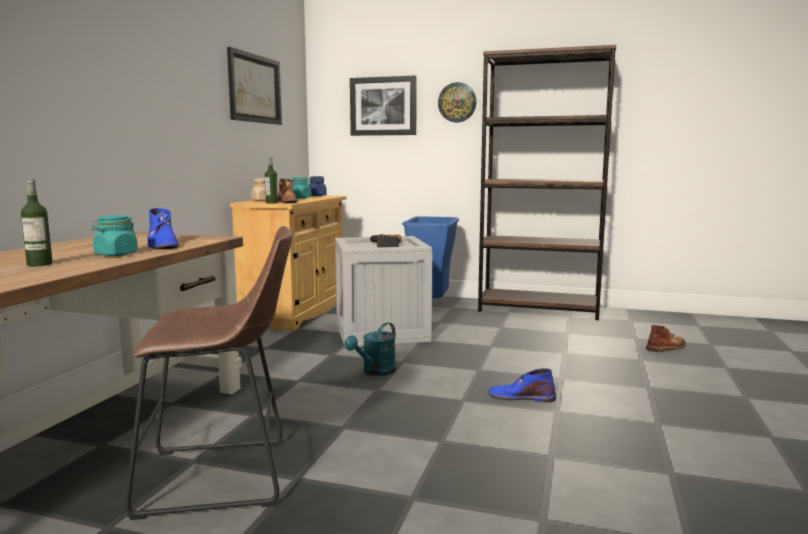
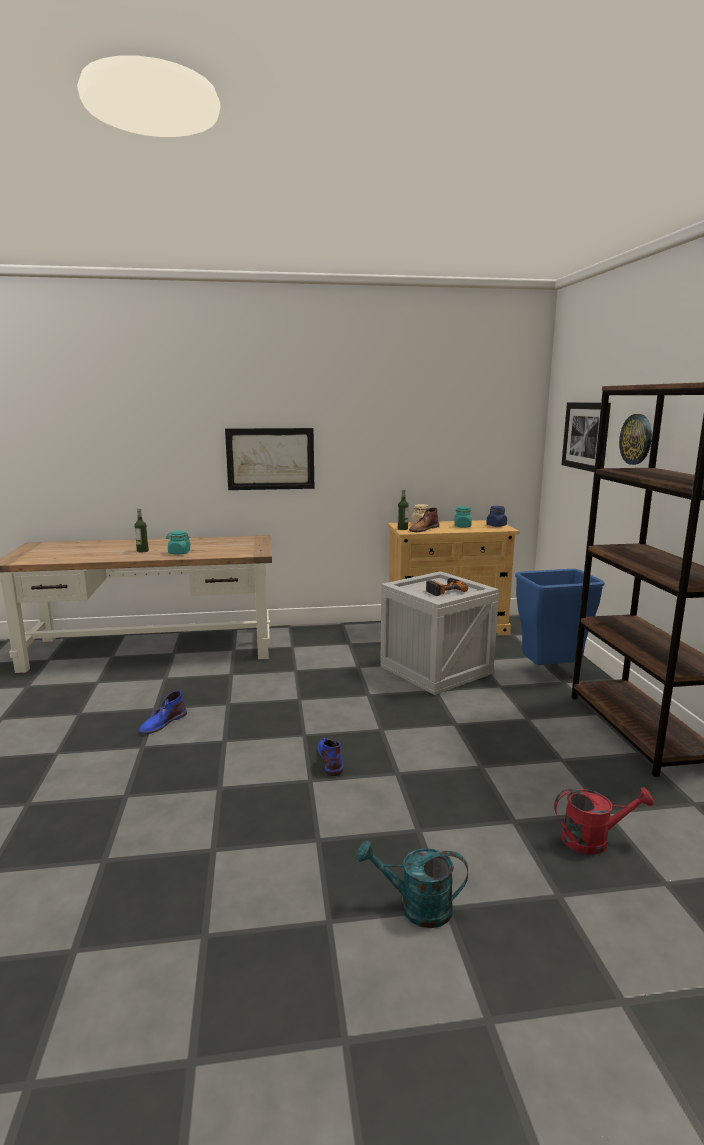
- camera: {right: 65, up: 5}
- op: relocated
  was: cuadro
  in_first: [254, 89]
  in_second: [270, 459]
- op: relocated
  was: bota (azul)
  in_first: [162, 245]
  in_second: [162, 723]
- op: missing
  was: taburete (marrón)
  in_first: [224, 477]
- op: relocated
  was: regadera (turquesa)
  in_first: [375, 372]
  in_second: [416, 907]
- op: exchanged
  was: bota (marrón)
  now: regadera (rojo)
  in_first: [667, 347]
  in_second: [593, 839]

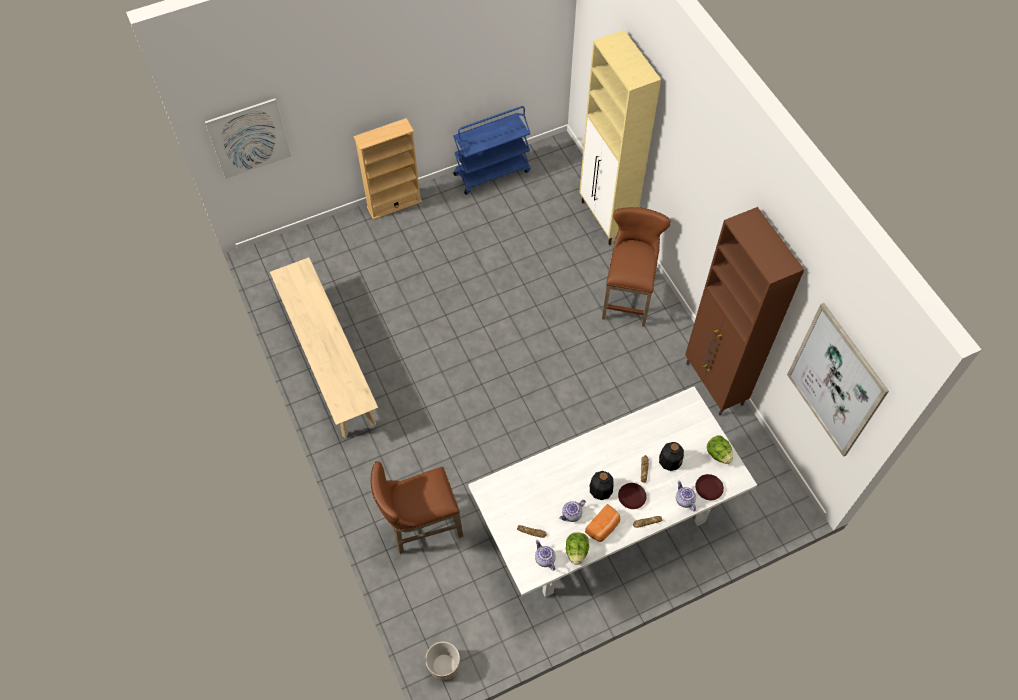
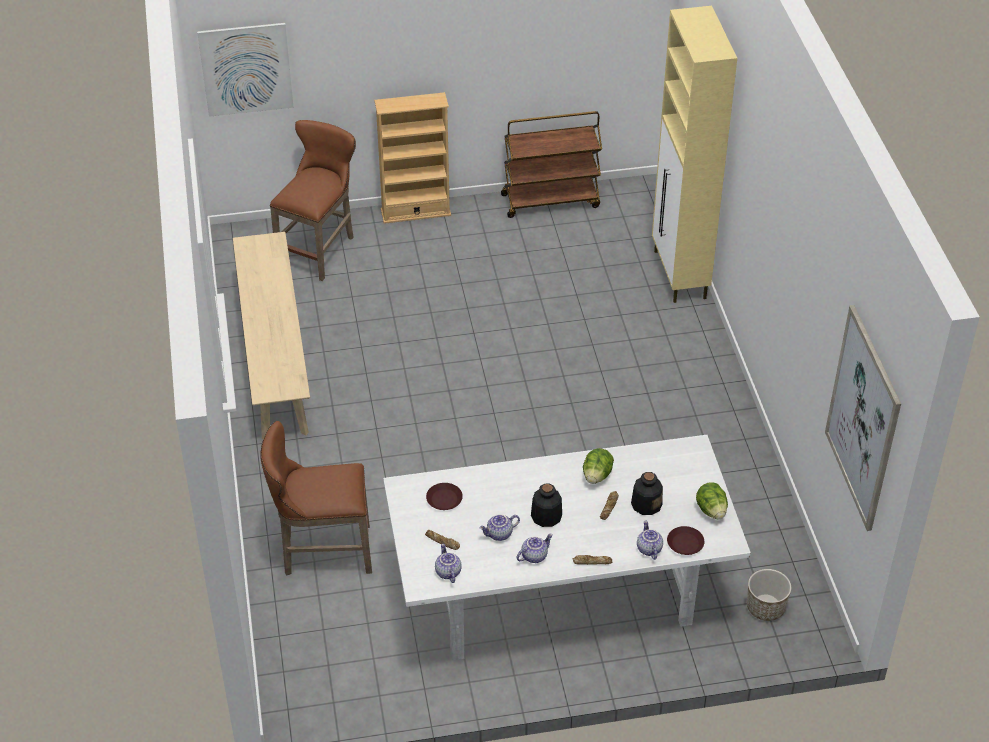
- camera: {right: 15, up: -15}
- op: colour
  was: carrito (azul)
  now: carrito (marrón)
  in_first: [492, 172]
  in_second: [551, 200]
- op: relocated
  was: taburete (marrón)
  in_first: [628, 296]
  in_second: [320, 249]
- op: missing
  was: armario (marrón)
  in_first: [714, 385]
- op: relocated
  was: plato (marrón)
  in_first: [632, 497]
  in_second: [444, 499]
- op: exchanged
  was: pan
  now: tetera
  in_first: [603, 527]
  in_second: [534, 556]
- op: relocated
  was: lechuga
  in_first: [576, 551]
  in_second: [597, 475]
- op: relocated
  was: maceta
  in_first: [444, 666]
  in_second: [765, 608]

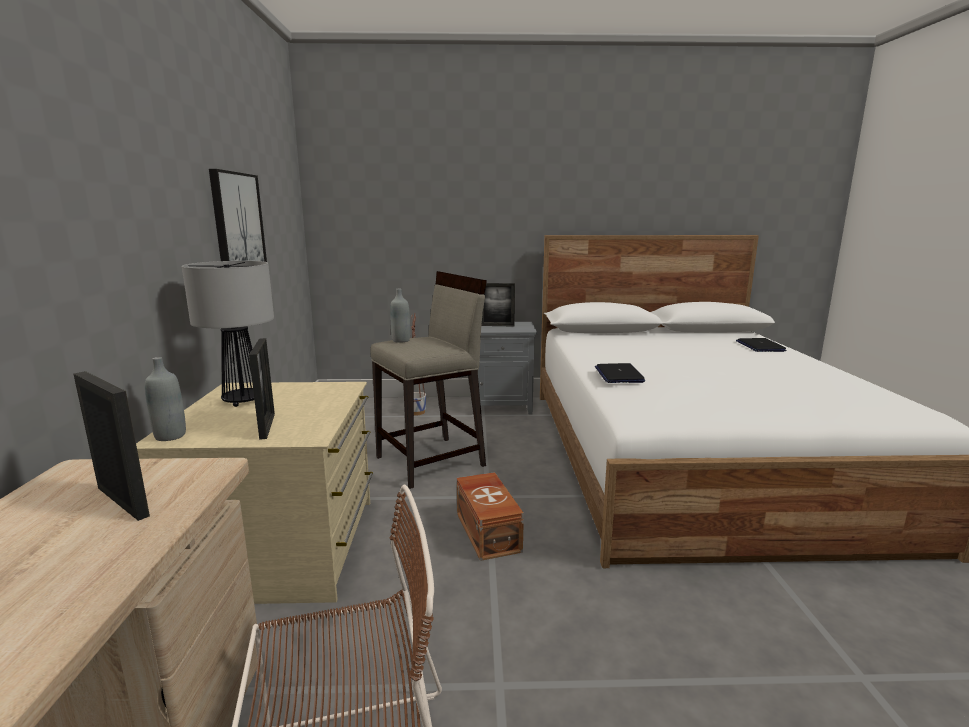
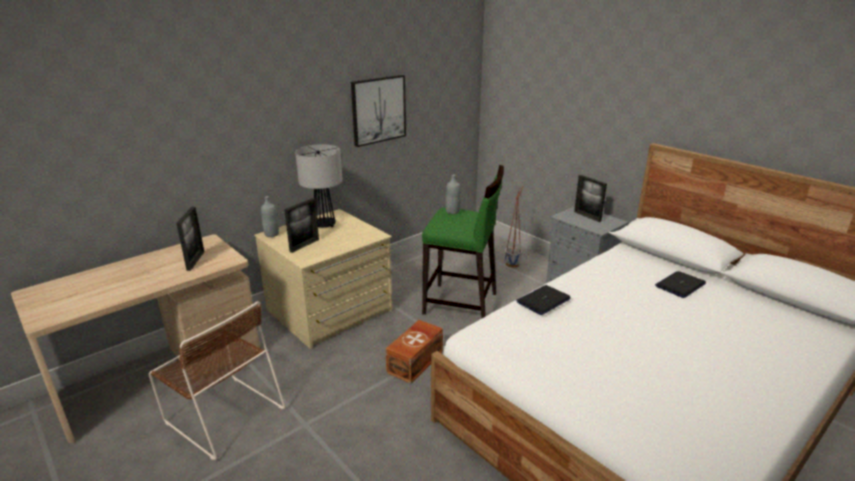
- camera: {right: 50, up: 10}
- op: colour
  was: taburete (beis)
  now: taburete (verde)
  in_first: [432, 461]
  in_second: [461, 304]
- op: relocated
  was: portátil
  in_first: [760, 346]
  in_second: [680, 285]

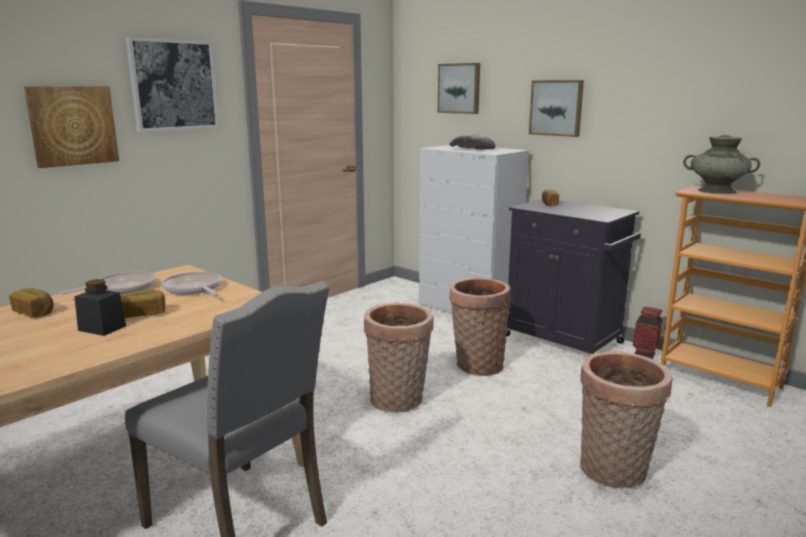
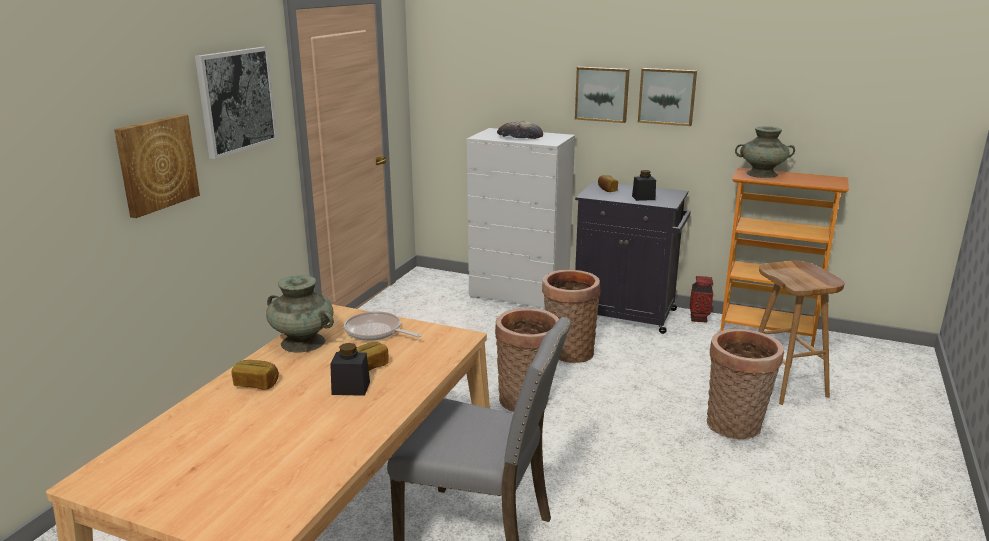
- camera: {right: -20, up: 5}
- op: relocated
  was: cuadro
  in_first: [460, 88]
  in_second: [667, 96]
- op: exchanged
  was: sartén
  now: florero (turquesa)
  in_first: [121, 289]
  in_second: [302, 342]
- op: appeared
  now: tarro (negro)
  in_second: [643, 198]
- op: appeared
  now: taburete (marrón)
  in_second: [786, 385]

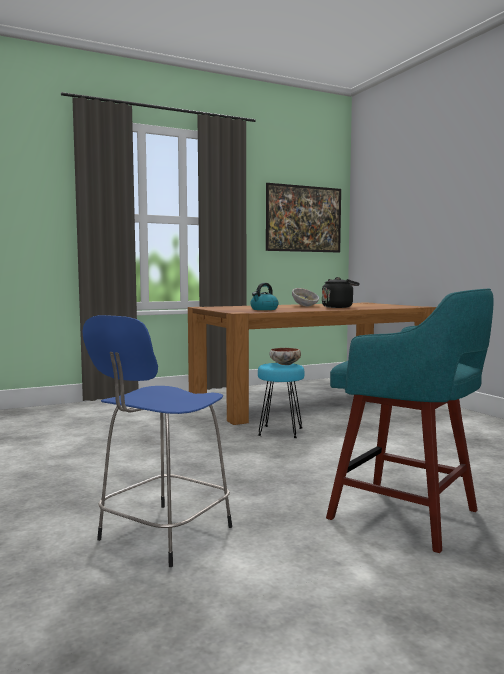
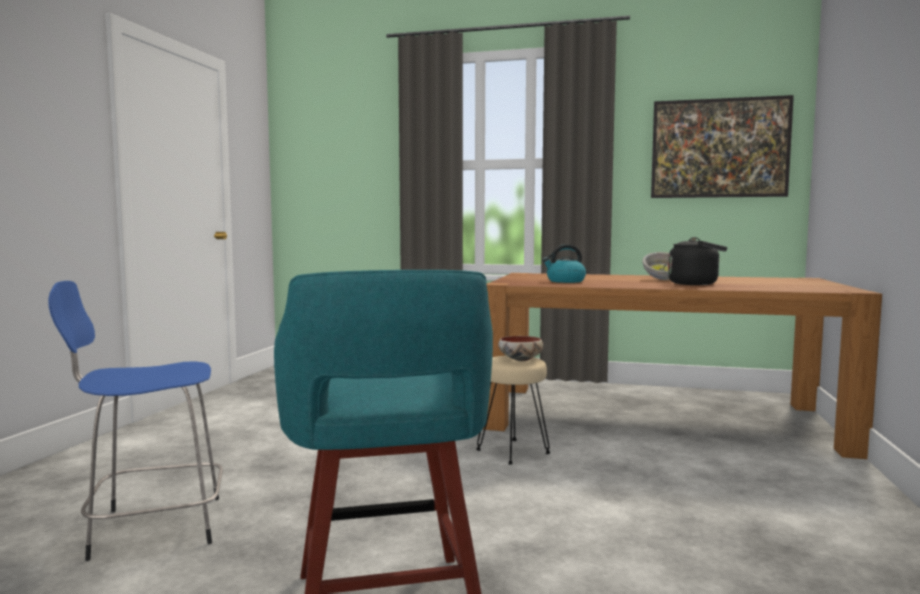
- camera: {right: 40, up: 0}
- op: colour
  was: taburete (turquesa)
  now: taburete (beis)
  in_first: [280, 432]
  in_second: [513, 451]

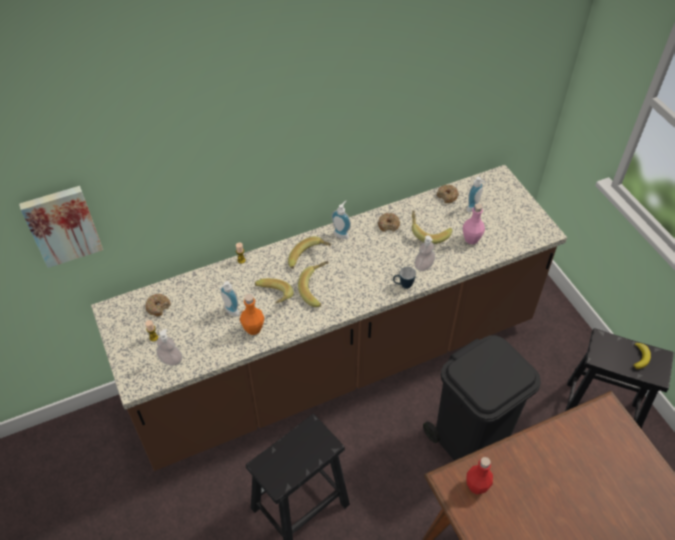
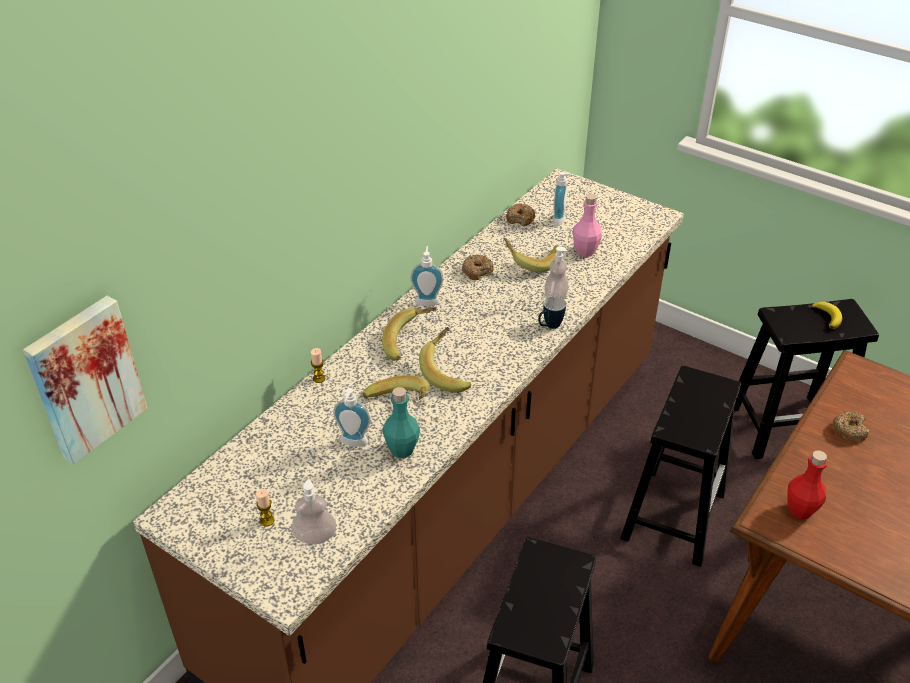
- camera: {right: -30, up: -10}
- op: relocated
  was: rosquilla
  in_first: [158, 307]
  in_second: [849, 430]
- op: colour
  was: botella (naranja)
  now: botella (turquesa)
  in_first: [253, 329]
  in_second: [402, 450]
- op: exchanged
  was: papelera (negro)
  now: taburete (negro)
  in_first: [471, 436]
  in_second: [673, 514]

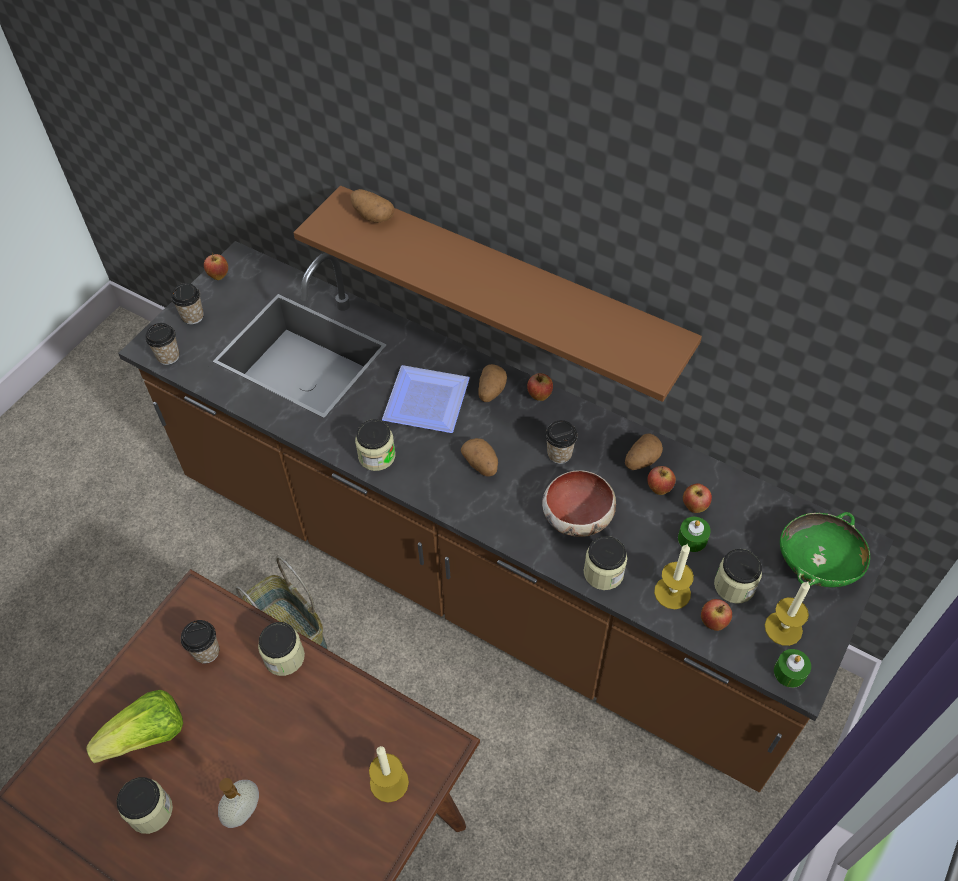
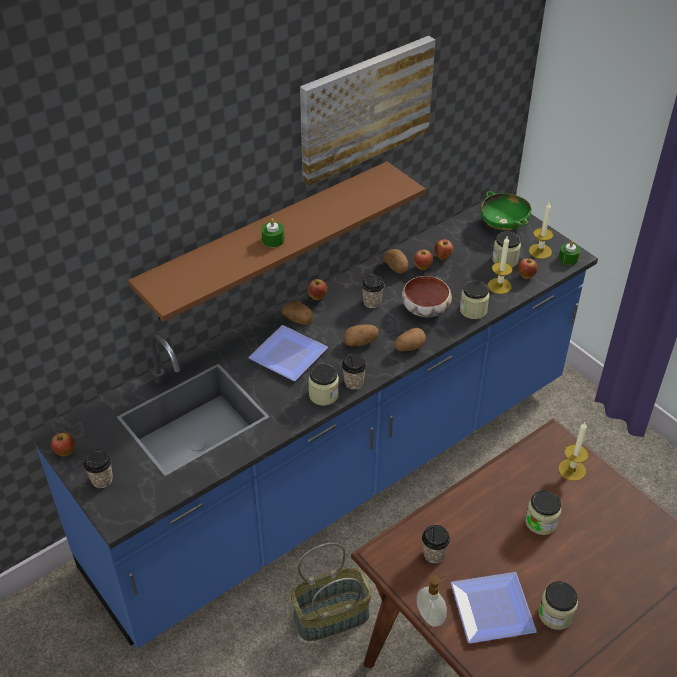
- camera: {right: -70, up: -10}
- op: relocated
  was: patata
  in_first: [372, 216]
  in_second: [409, 347]
- op: colour
  was: mueble bajo de cocina (marrón)
  now: mueble bajo de cocina (azul)
  in_first: [481, 576]
  in_second: [338, 473]
- op: relocated
  was: taza
  in_first: [168, 356]
  in_second: [353, 382]
- op: relocated
  was: vela (verde)
  in_first: [692, 539]
  in_second: [273, 240]
- op: relocated
  was: tarro
  in_first: [284, 657]
  in_second: [541, 522]
- op: exchanged
  was: lechuga
  now: plato
  in_first: [147, 736]
  in_second: [493, 607]
- op: relocated
  was: dispensador de jabón
  in_first: [245, 812]
  in_second: [431, 616]
- op: appeared
  now: cuadro
  in_second: [365, 108]

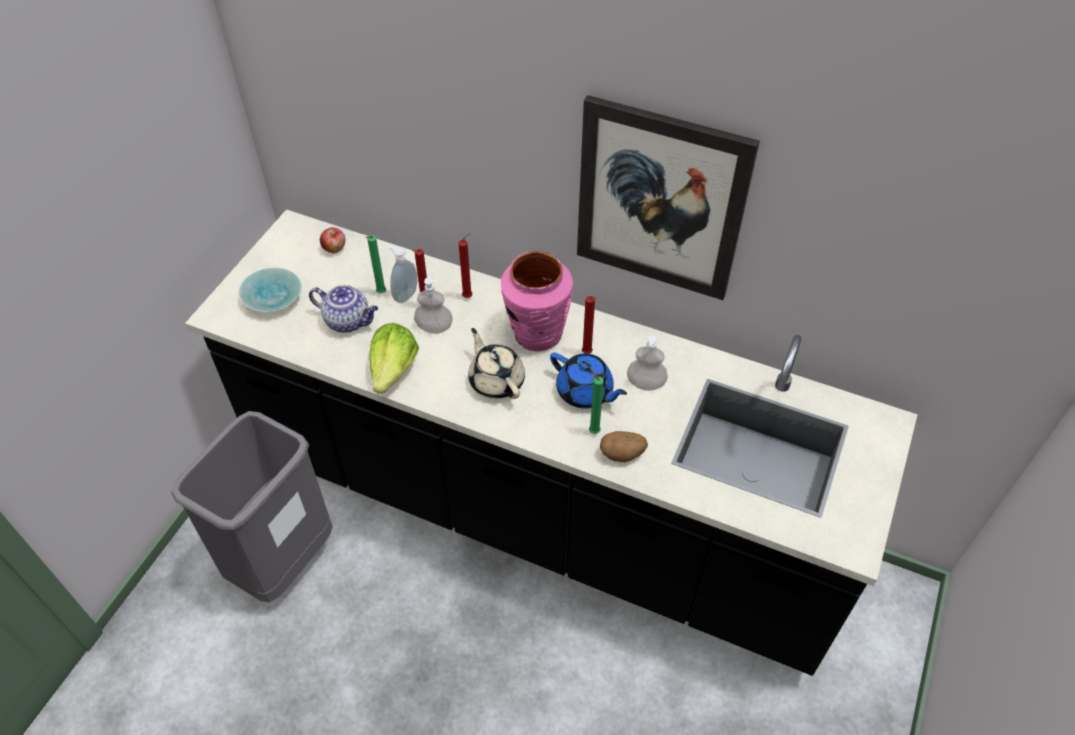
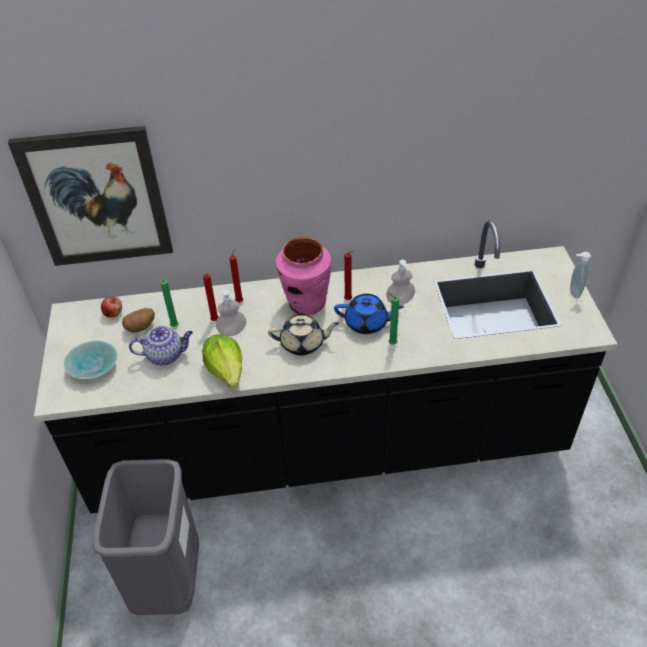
- camera: {right: -30, up: -5}
- op: relocated
  was: cuadro
  in_first: [660, 200]
  in_second: [97, 198]
- op: relocated
  was: dispensador de jabón
  in_first: [404, 295]
  in_second: [573, 292]
- op: spun
  was: tetera (beis)
  in_first: [496, 380]
  in_second: [303, 343]
  clockwise: 150
- op: relocated
  was: patata
  in_first: [622, 454]
  in_second: [141, 327]

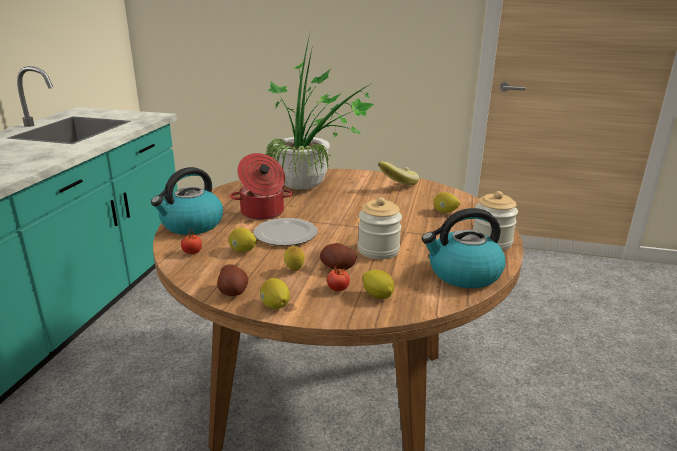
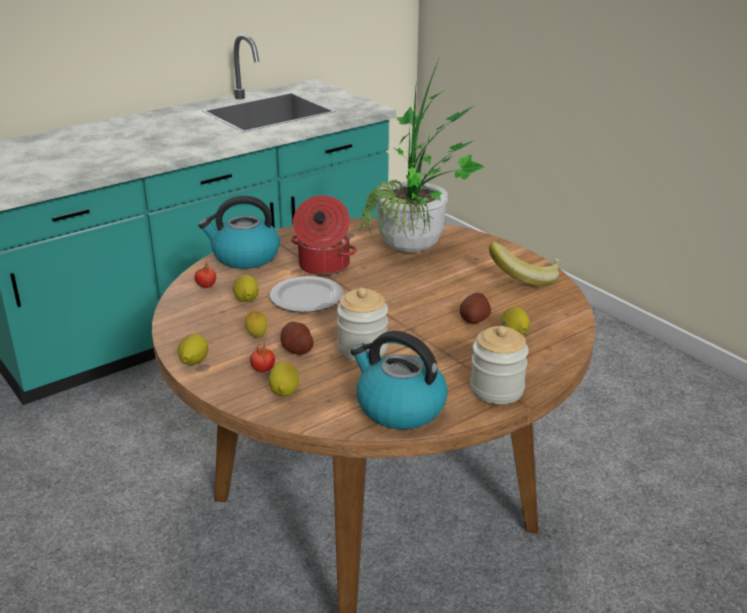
- camera: {right: 40, up: 5}
- op: relocated
  was: patata
  in_first: [233, 291]
  in_second: [474, 319]

